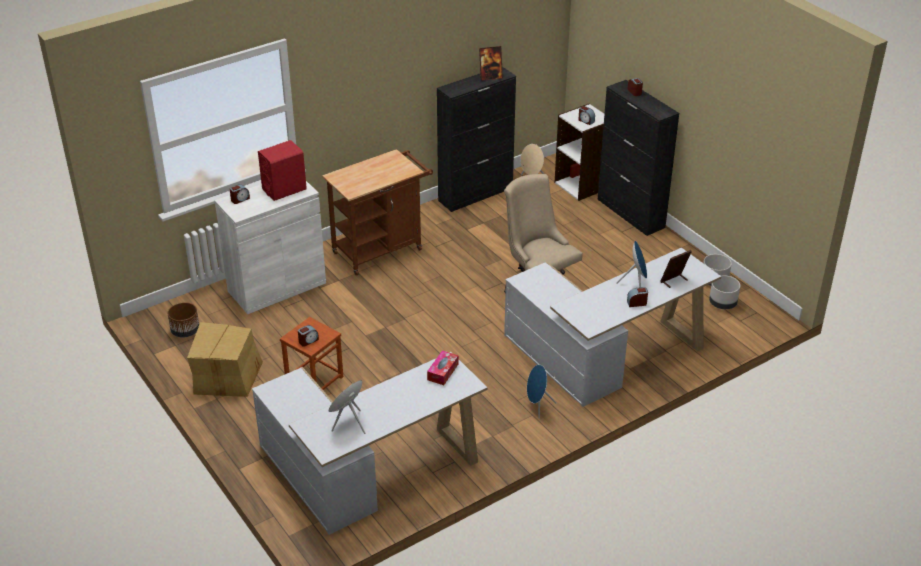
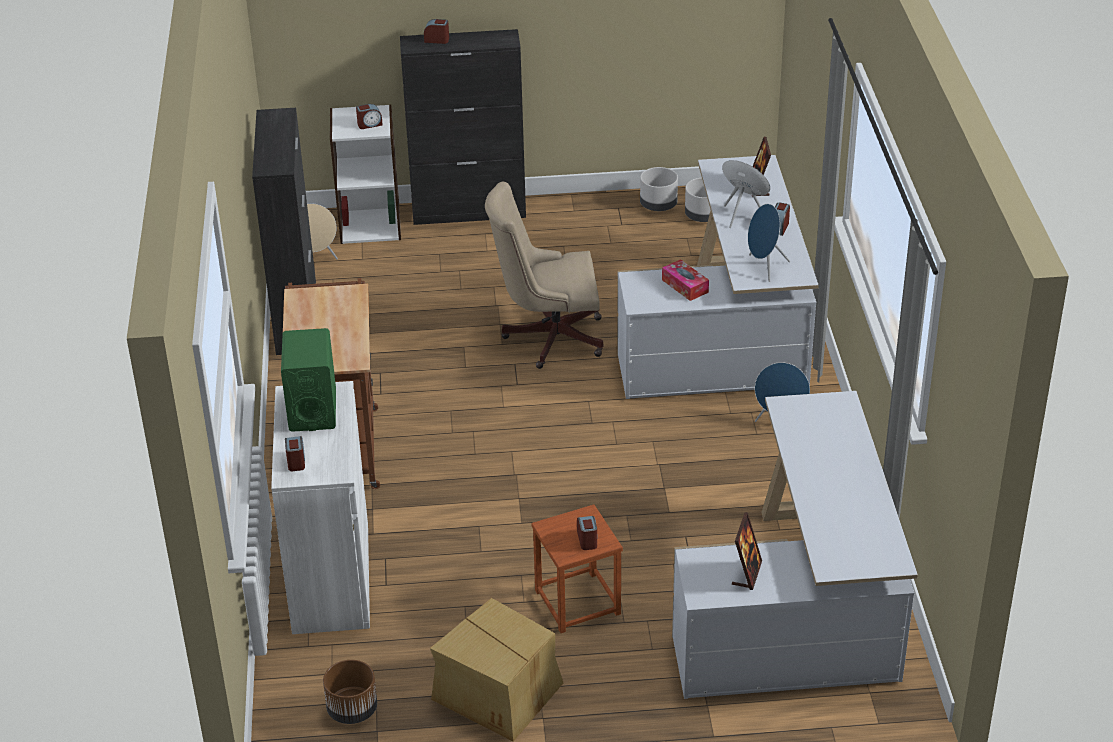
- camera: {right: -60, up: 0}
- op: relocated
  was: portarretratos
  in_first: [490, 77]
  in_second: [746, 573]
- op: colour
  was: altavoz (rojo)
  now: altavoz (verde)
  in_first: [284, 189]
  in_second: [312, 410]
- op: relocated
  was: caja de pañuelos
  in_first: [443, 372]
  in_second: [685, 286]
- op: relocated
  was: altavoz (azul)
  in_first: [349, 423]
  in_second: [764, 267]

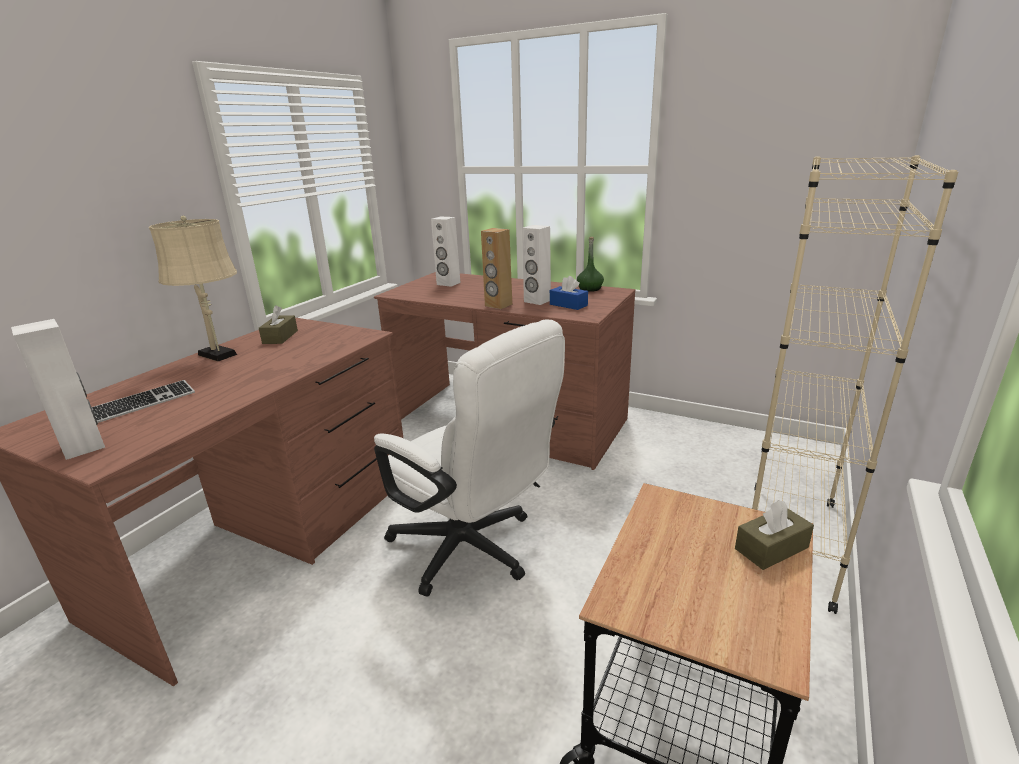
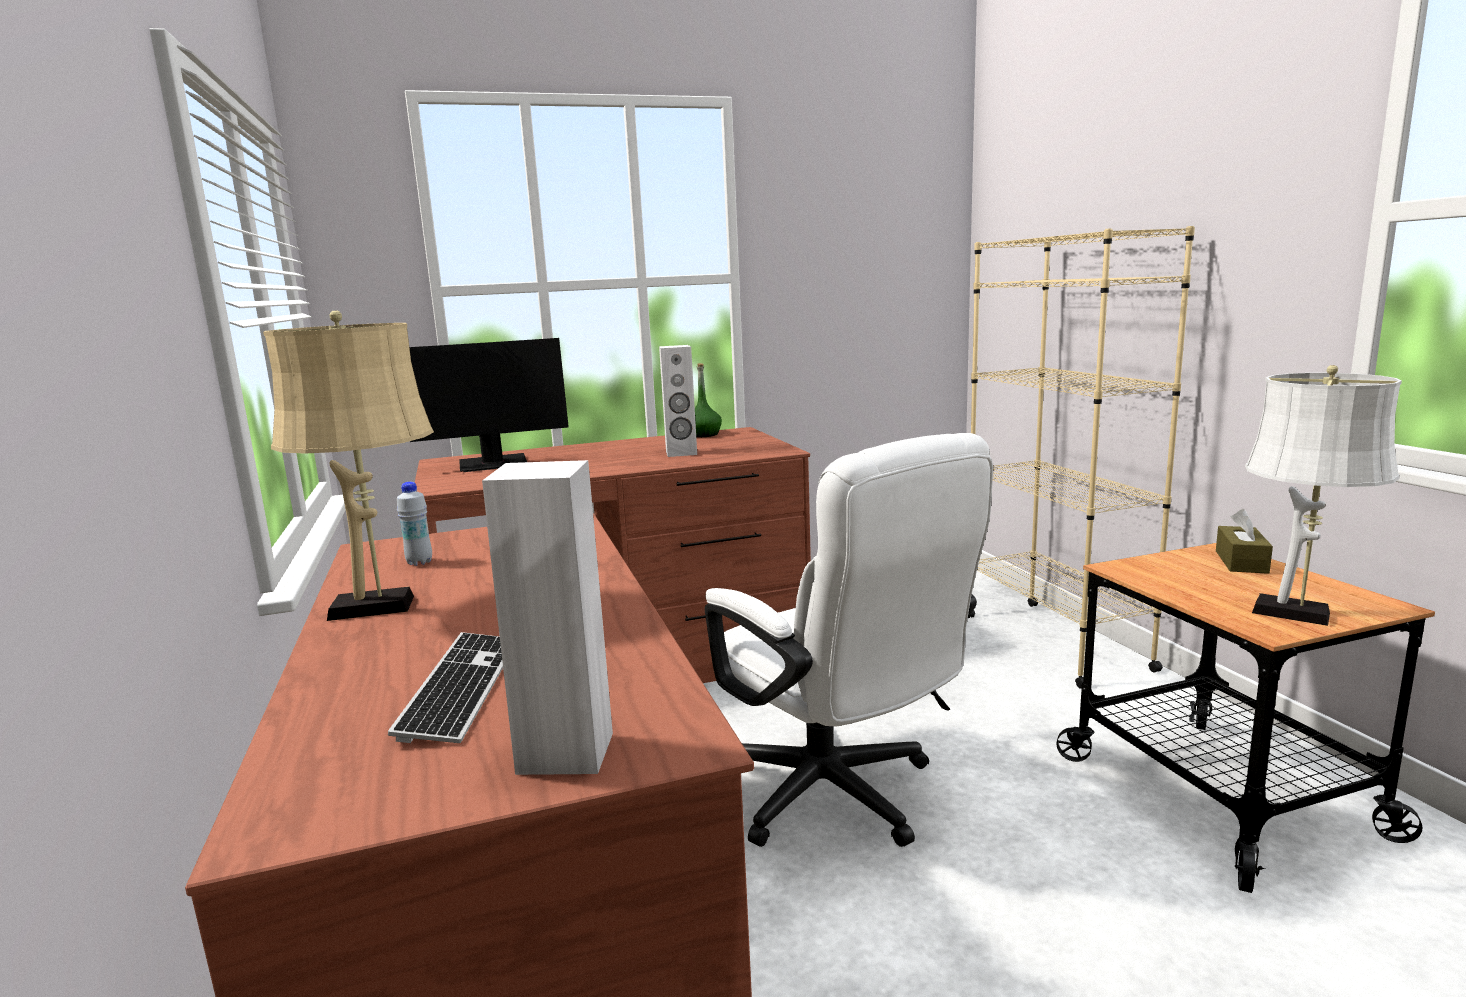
- camera: {right: -45, up: -10}
- op: exchanged
  was: altavoz (blanco)
  now: monitor
  in_first: [448, 283]
  in_second: [493, 464]
- op: missing
  was: altavoz (marrón)
  in_first: [498, 305]
- op: missing
  was: caja de pañuelos (azul)
  in_first: [568, 305]
- op: exchanged
  was: caja de pañuelos (marrón)
  now: botella (blanco)
  in_first: [280, 337]
  in_second: [419, 562]
- op: spun
  was: silla de oficina (blanco)
  in_first: [472, 551]
  in_second: [837, 798]
  clockwise: 60
- op: appeared
  now: lámpara de mesa (blanco)
  in_second: [1299, 614]

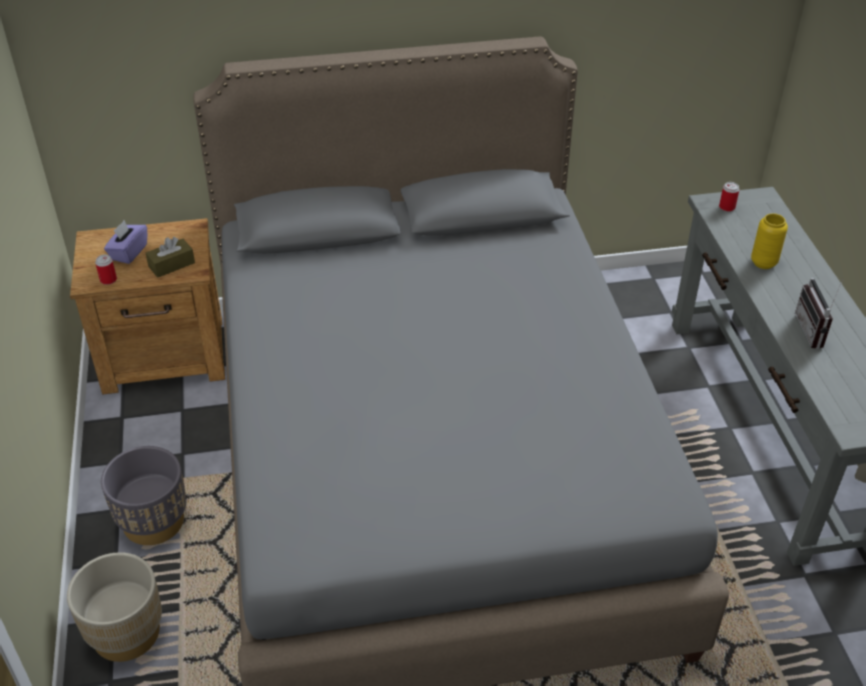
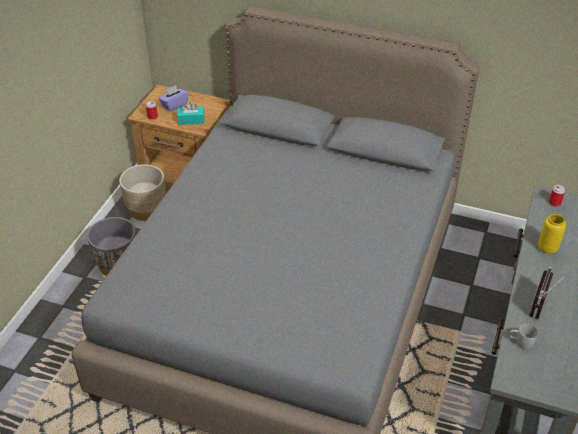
- camera: {right: 30, up: 0}
- op: colour
  was: caja de pañuelos (marrón)
  now: caja de pañuelos (turquesa)
  in_first: [171, 265]
  in_second: [191, 120]
- op: relocated
  was: maceta (beis)
  in_first: [126, 633]
  in_second: [146, 209]
- op: appeared
  now: taza grande (blanco)
  in_second: [520, 342]

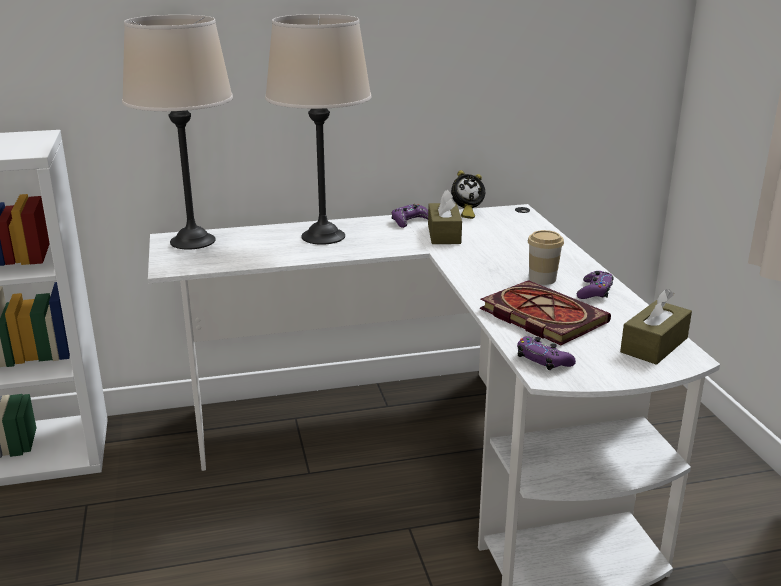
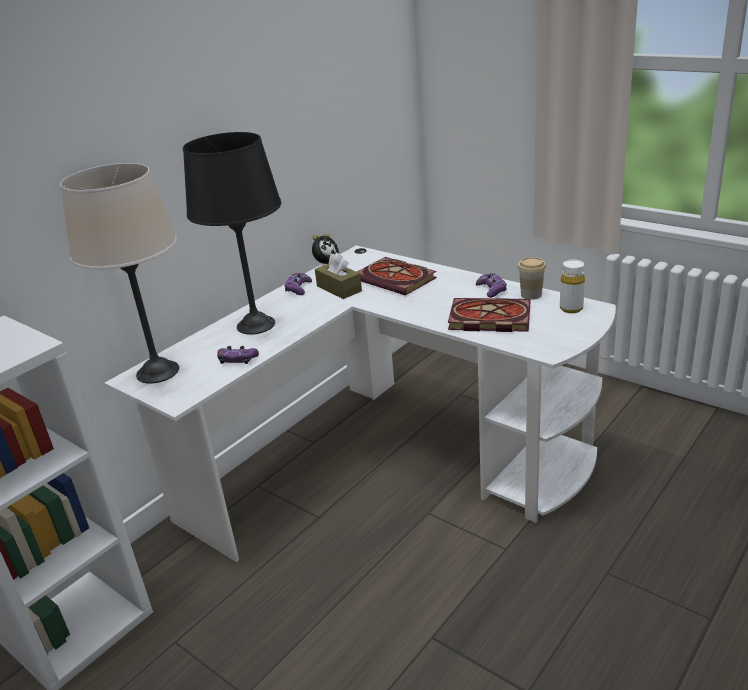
- camera: {right: -35, up: 5}
- op: colour
  was: lámpara de mesa (beis)
  now: lámpara de mesa (negro)
  in_first: [323, 236]
  in_second: [256, 325]
- op: relocated
  was: taza
  in_first: [542, 279]
  in_second: [531, 294]
- op: exchanged
  was: caja de pañuelos (marrón)
  now: botella (blanco)
  in_first: [654, 345]
  in_second: [571, 308]
- op: relocated
  was: mando de consola (morado)
  in_first: [543, 360]
  in_second: [238, 359]
- op: appeared
  now: libro
  in_second: [397, 279]

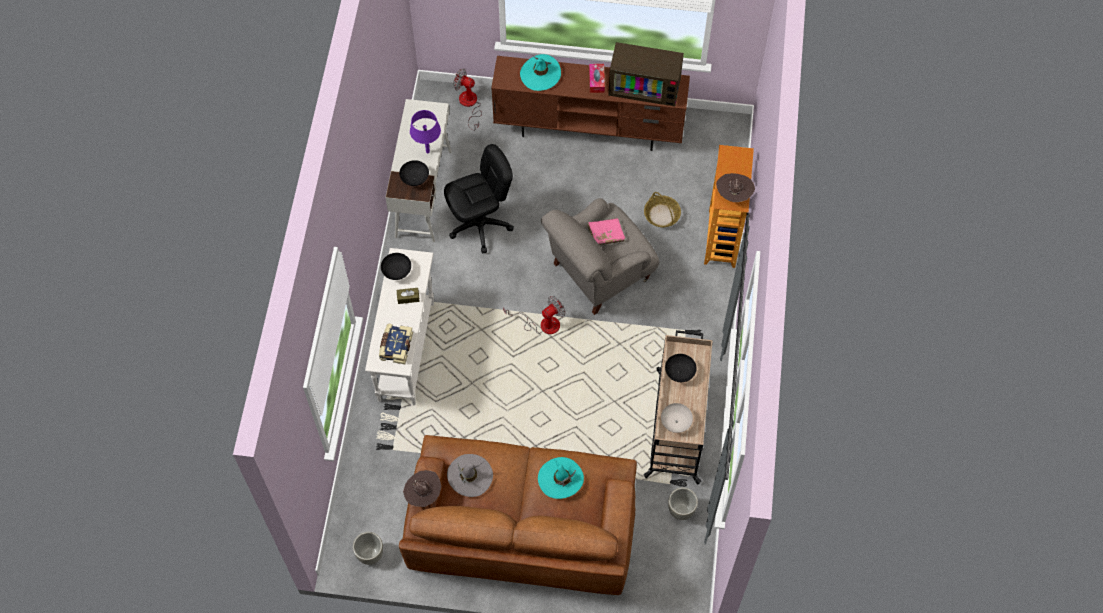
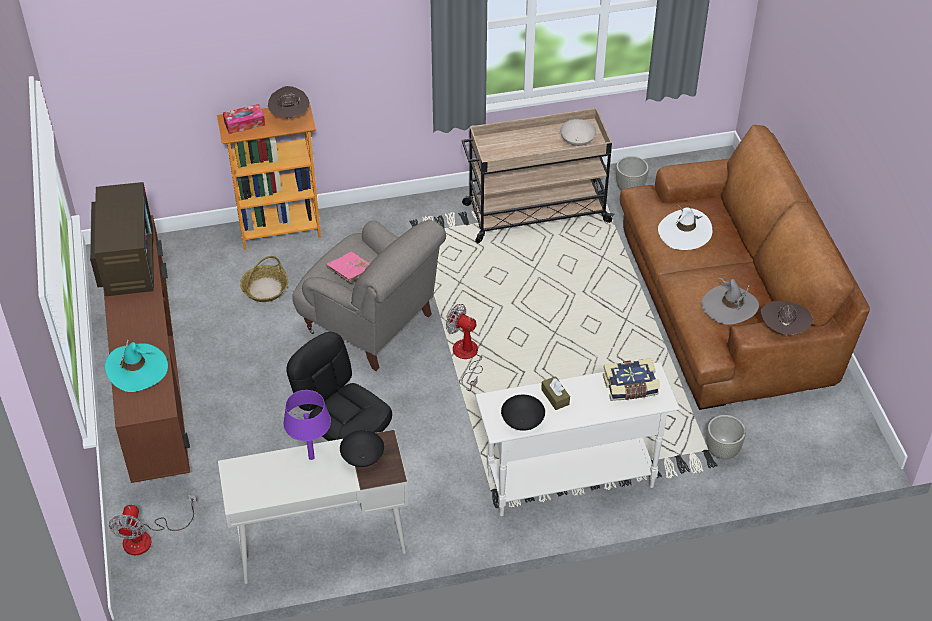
- camera: {right: -110, up: -15}
- op: relocated
  was: caja de pañuelos
  in_first: [596, 81]
  in_second: [244, 123]
- op: missing
  was: cuenco (negro)
  in_first: [680, 372]
- op: colour
  was: sombrero (turquesa)
  now: sombrero (blanco)
  in_first: [560, 479]
  in_second: [684, 232]
- op: relocated
  was: maceta (gris)
  in_first: [370, 554]
  in_second: [722, 451]

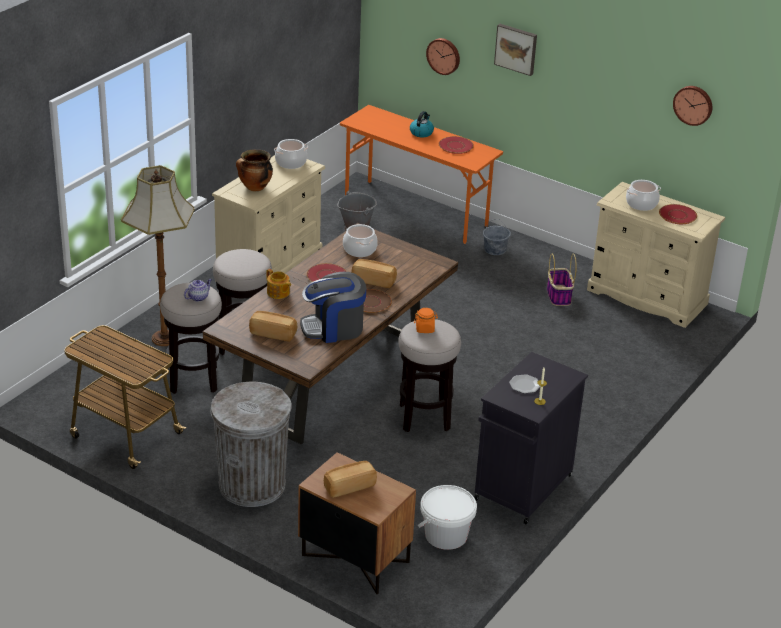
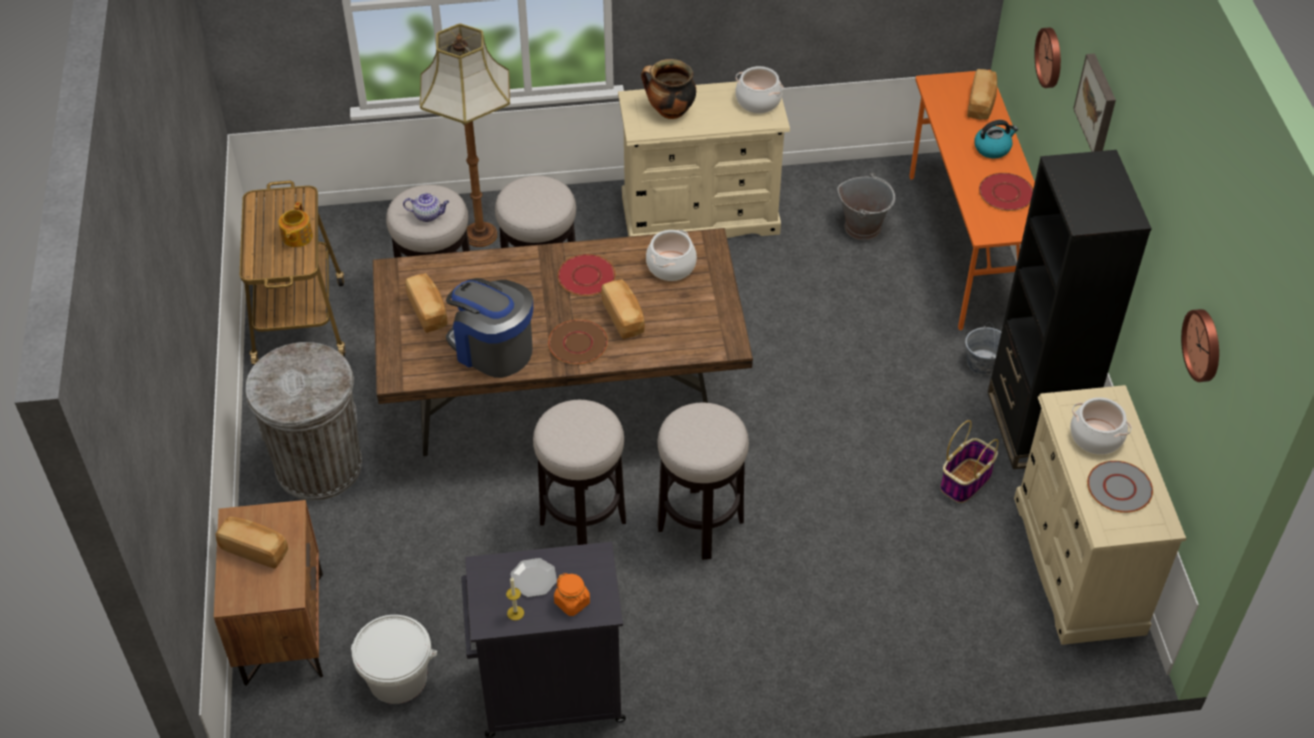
- camera: {right: 50, up: 15}
- op: colour
  was: plato (rojo)
  now: plato (gris)
  in_first: [677, 215]
  in_second: [1119, 487]
- op: relocated
  was: tetera
  in_first: [278, 293]
  in_second: [296, 237]
- op: relocated
  was: tarro (naranja)
  in_first: [425, 329]
  in_second: [572, 602]
- op: appeared
  now: pan
  in_second: [981, 104]
- op: appeared
  now: estantería (negro)
  in_second: [1033, 426]
- op: appeared
  now: taburete
  in_second: [700, 524]

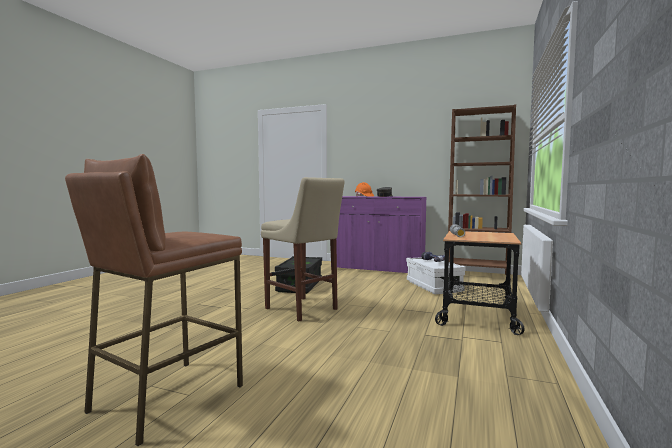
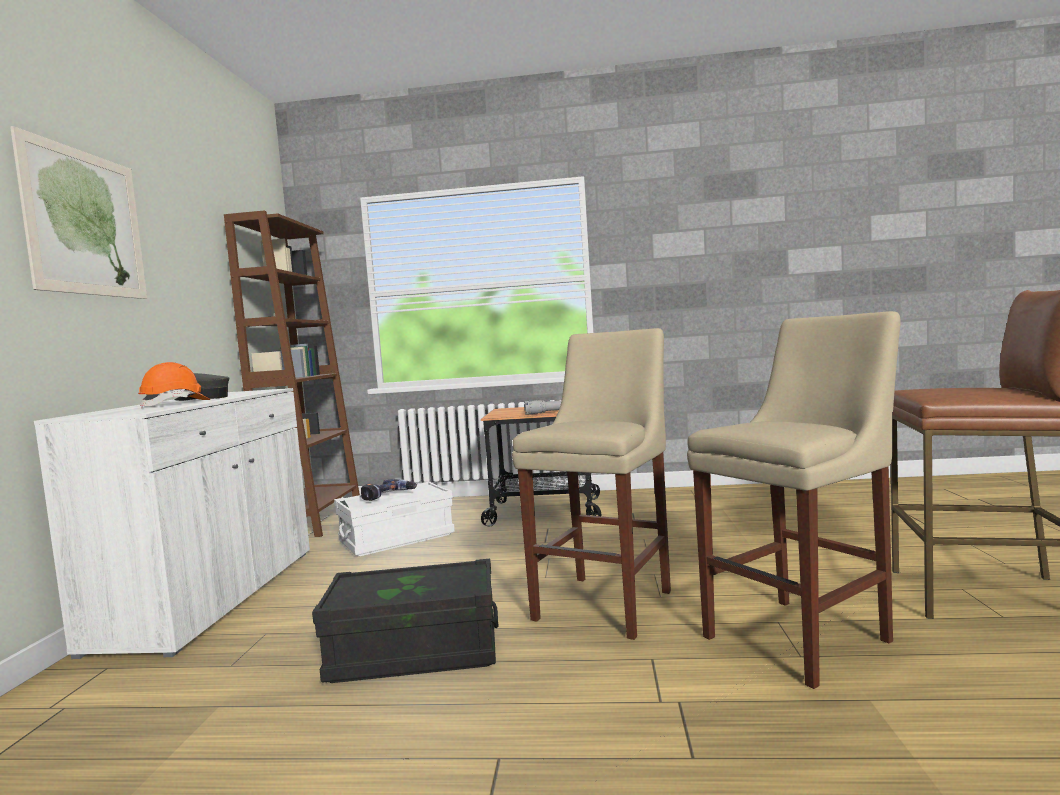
- camera: {right: -105, up: 0}
- op: colour
  was: armario (morado)
  now: armario (blanco)
  in_first: [377, 268]
  in_second: [212, 597]
- op: appeared
  now: cuadro
  in_second: [85, 223]
- op: appeared
  now: taburete (beis)
  in_second: [803, 636]

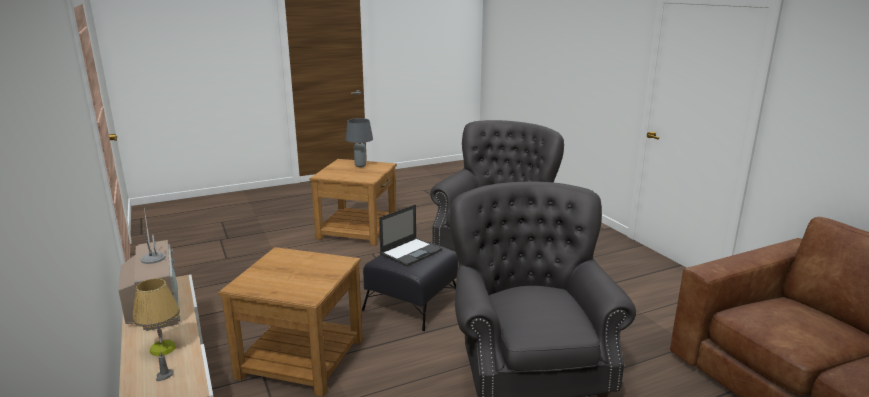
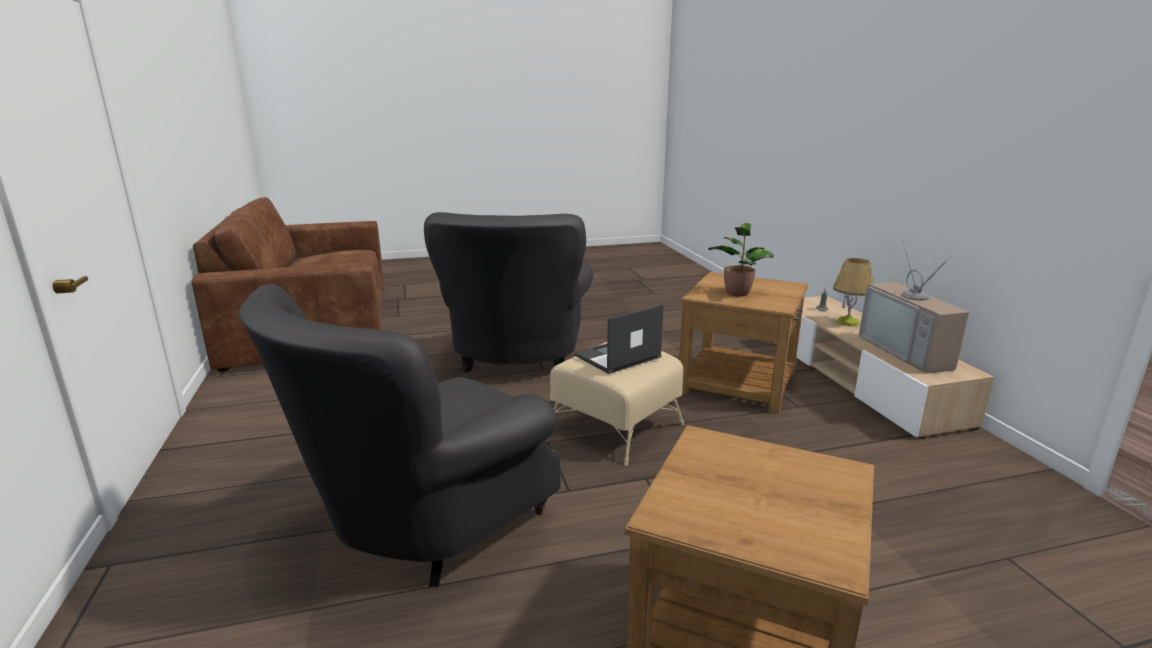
- camera: {right: -170, up: 0}
- op: missing
  was: lámpara de mesa (gris)
  in_first: [360, 166]
- op: colour
  was: puf (negro)
  now: puf (beis)
  in_first: [412, 303]
  in_second: [614, 427]
- op: appeared
  now: planta en maceta
  in_second: [737, 292]

